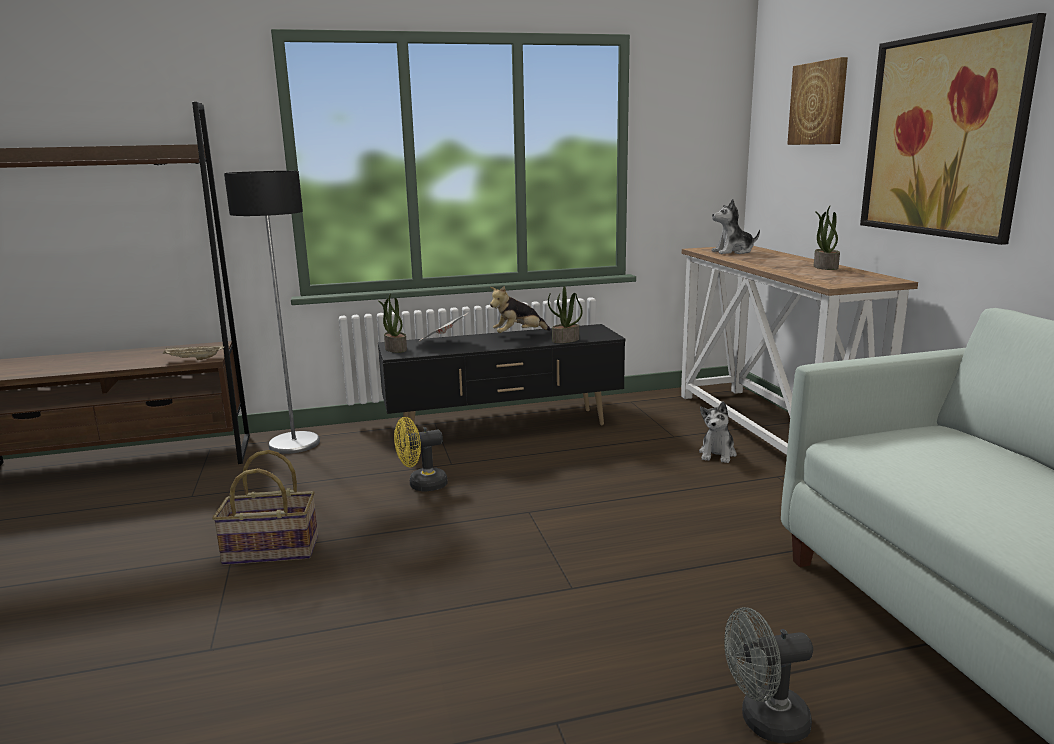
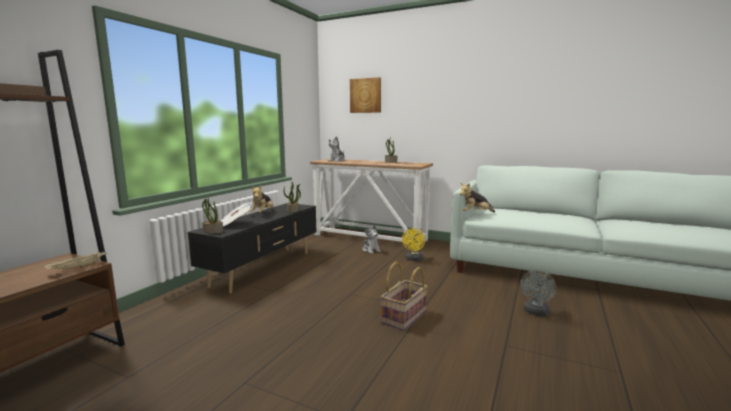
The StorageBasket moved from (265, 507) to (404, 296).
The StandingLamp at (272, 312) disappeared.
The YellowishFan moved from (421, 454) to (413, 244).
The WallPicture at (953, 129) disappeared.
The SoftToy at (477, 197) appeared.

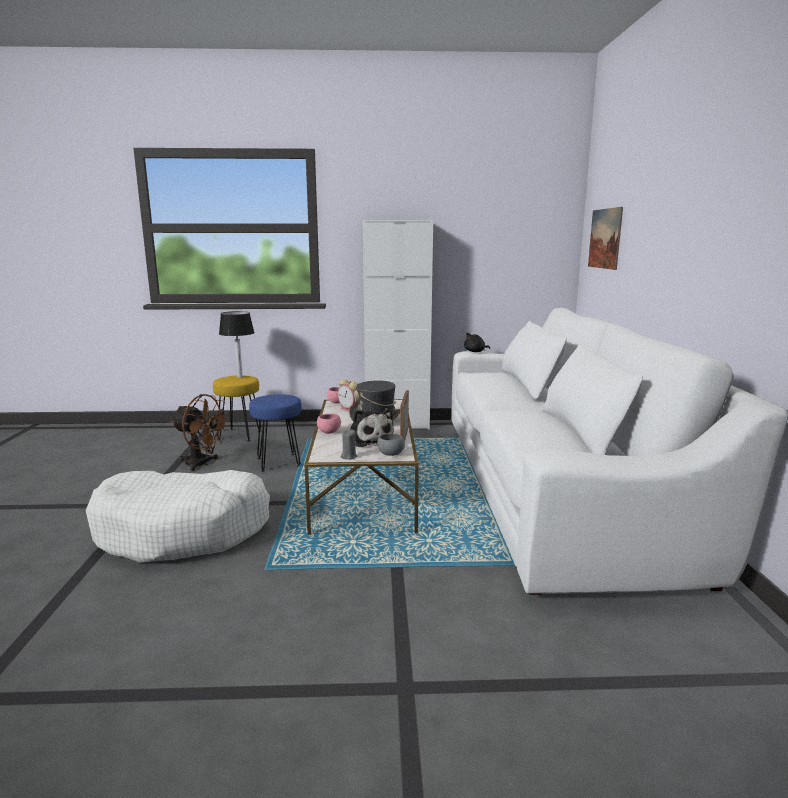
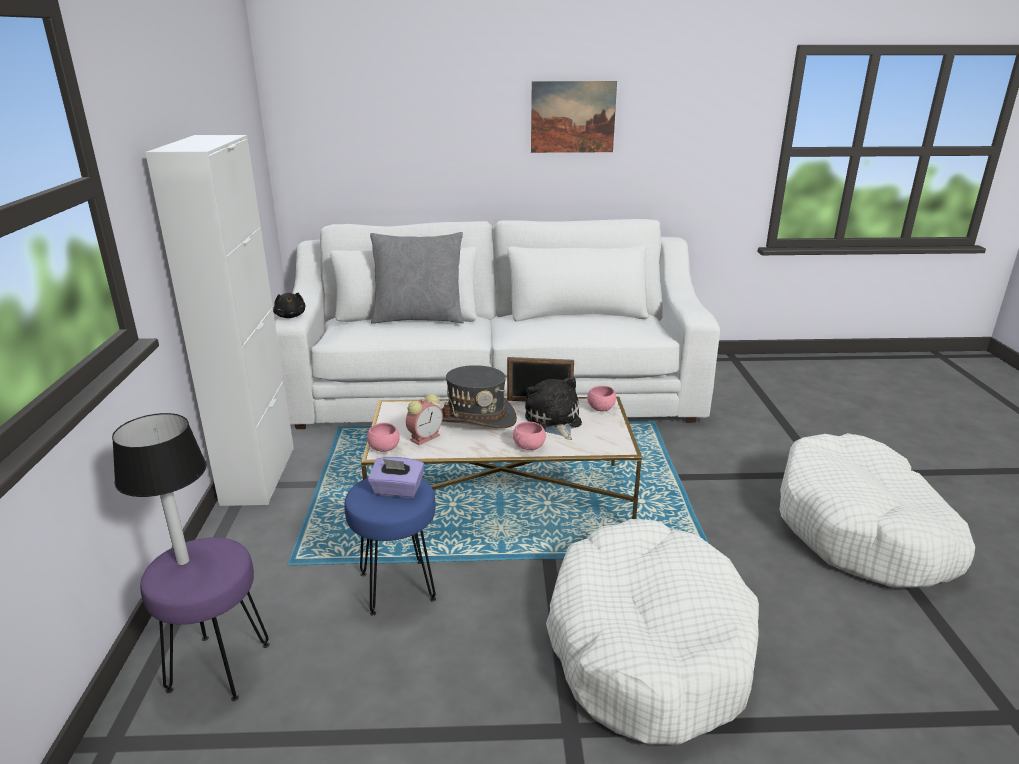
The BrownFan at (200, 432) disappeared.
The YellowishStool at (237, 409) became the PurpleColouredStool at (204, 619).
The GreyCandle at (349, 444) disappeared.
The SoftToy at (372, 428) turned 75 degrees counterclockwise.
The GreyServingBowl at (391, 444) became the PinkishServingBowl at (601, 399).
The WallPicture moved from (605, 238) to (574, 117).
The PurpleColouredTissueBox at (396, 477) appeared.
The GreyPillow at (417, 278) appeared.
The WhiteColouredDogBed at (877, 510) appeared.

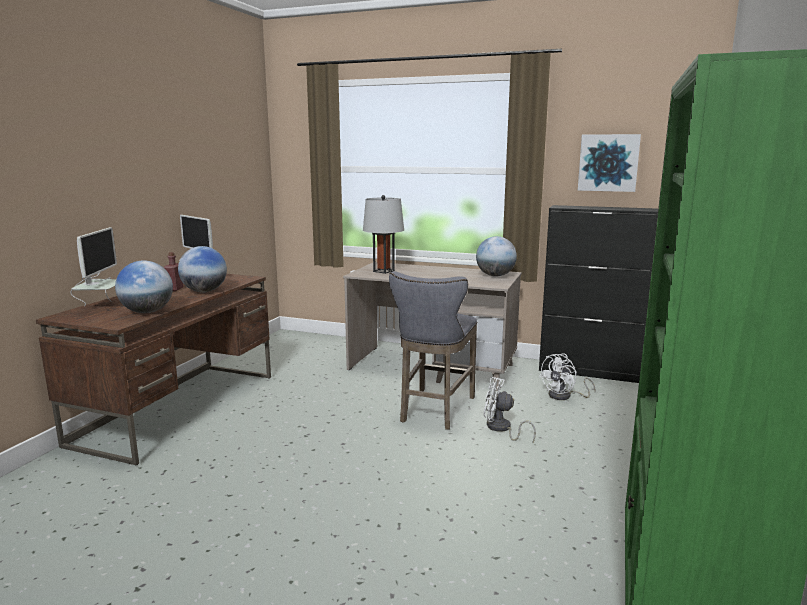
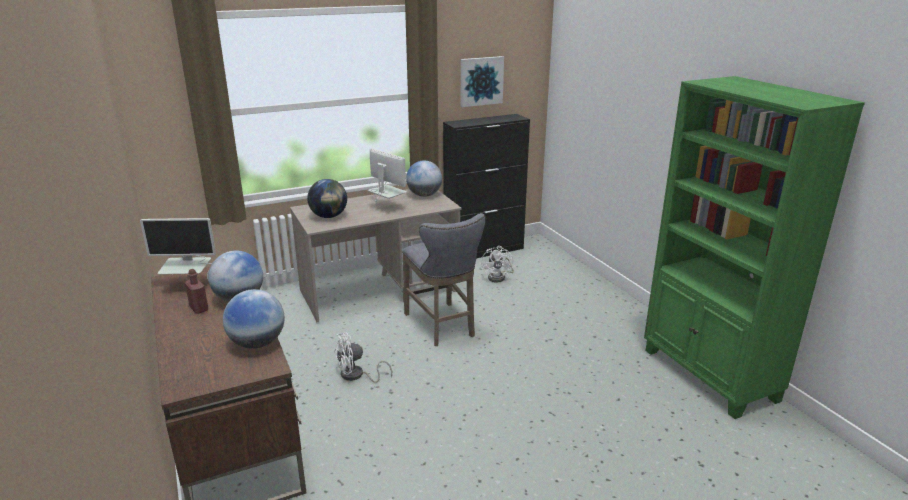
The Monitor moved from (94, 266) to (387, 179).
The GreyTabletopLamp at (383, 234) was replaced by the Globe at (327, 198).
The WhiteColouredFan moved from (510, 409) to (363, 358).

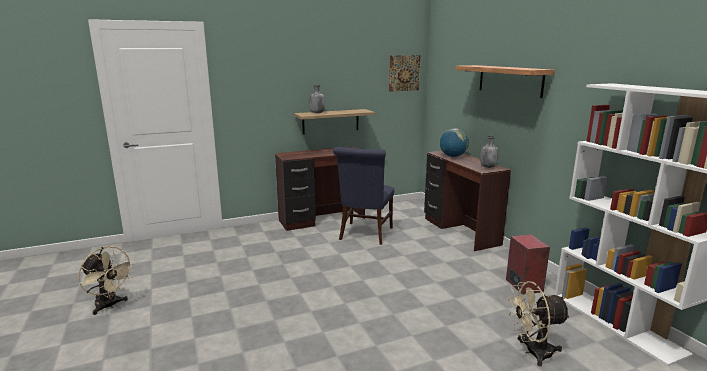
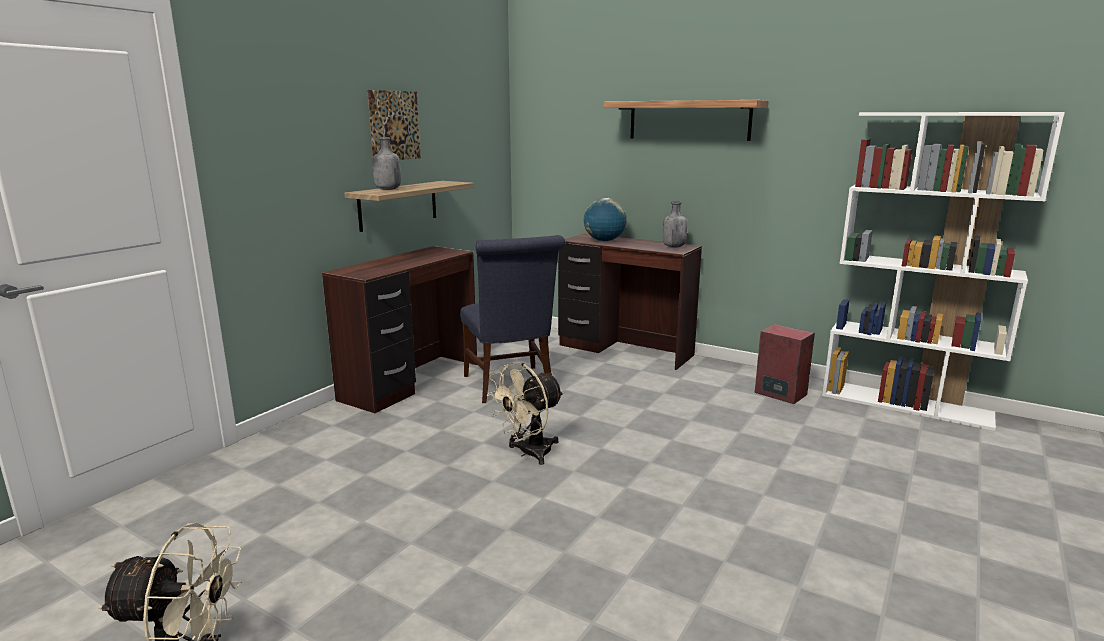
The WallPicture moved from (404, 73) to (394, 125).
The SandColouredFan moved from (539, 323) to (525, 413).

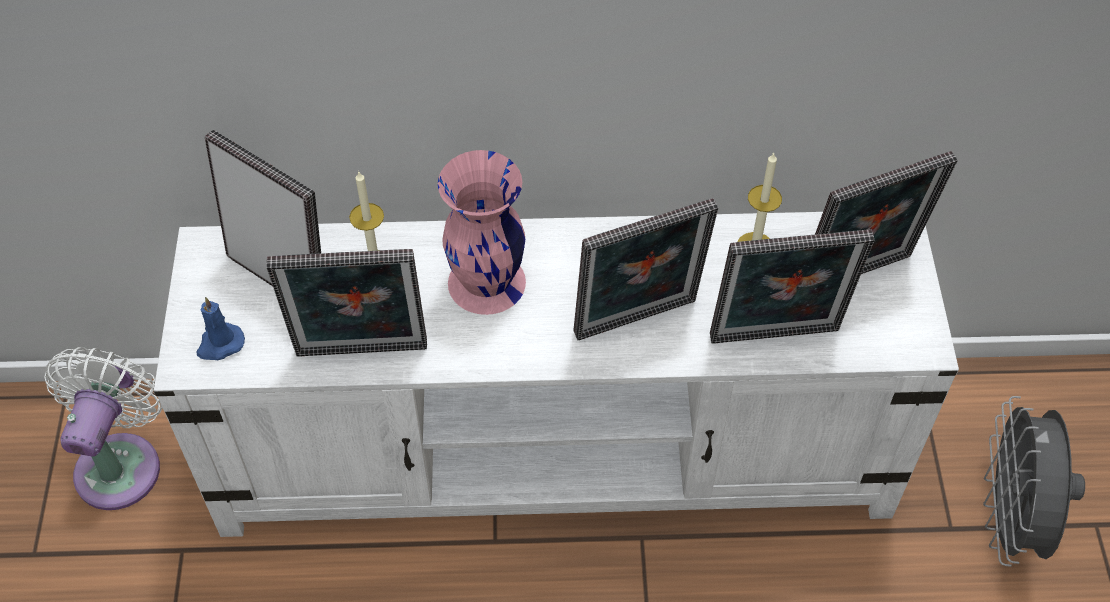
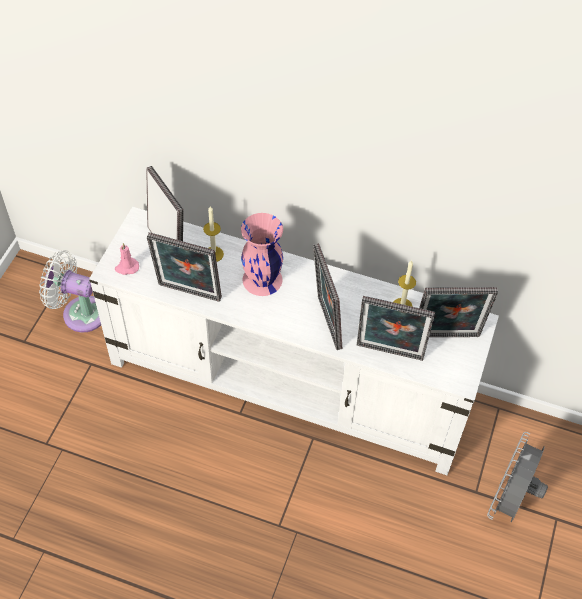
The WhiteColouredFan at (103, 428) turned 105 degrees counterclockwise.
The BluishCandle at (221, 328) became the PinkishCandle at (127, 259).
The PhotoFrame at (646, 269) turned 75 degrees clockwise.

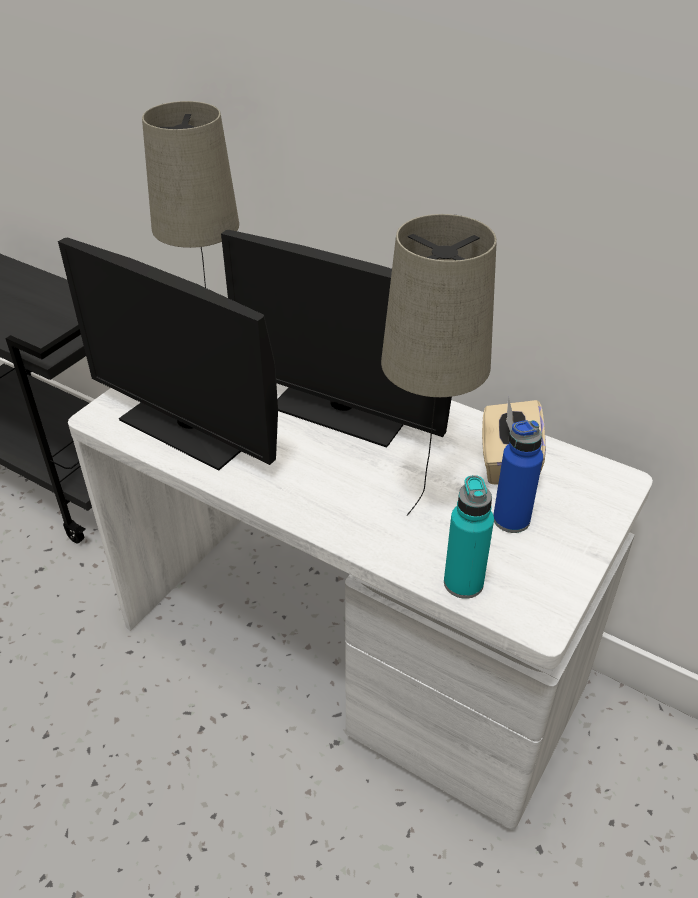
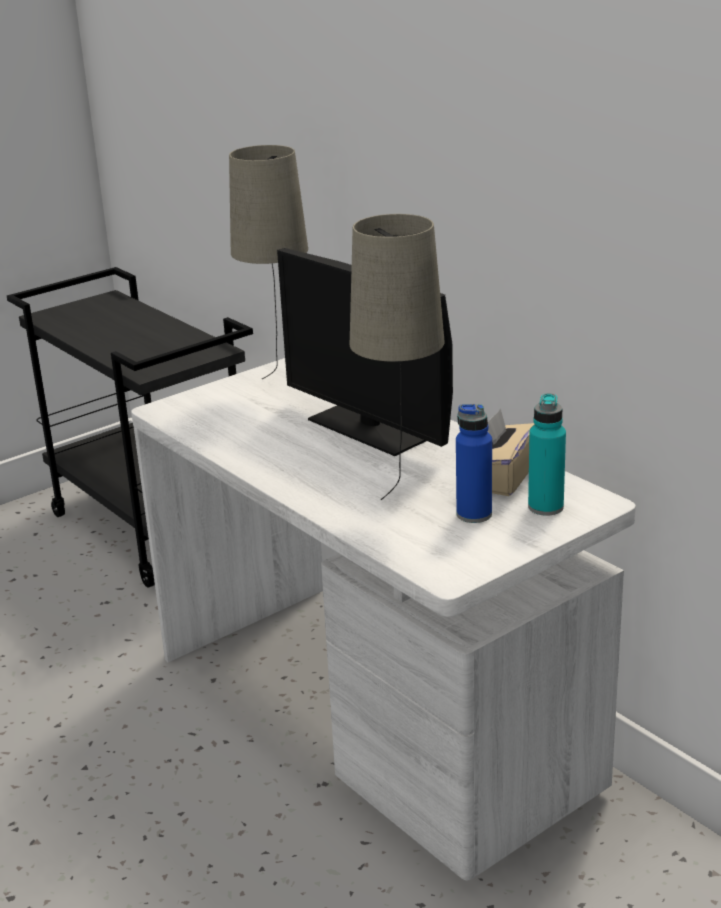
The Monitor at (168, 353) disappeared.
The TurquoiseDrinkBottle moved from (469, 537) to (547, 454).

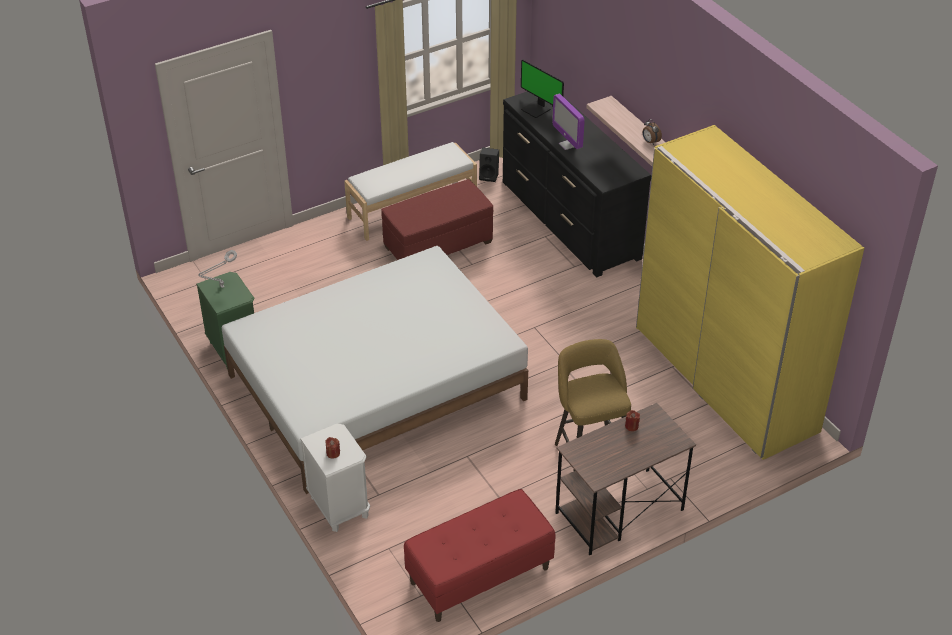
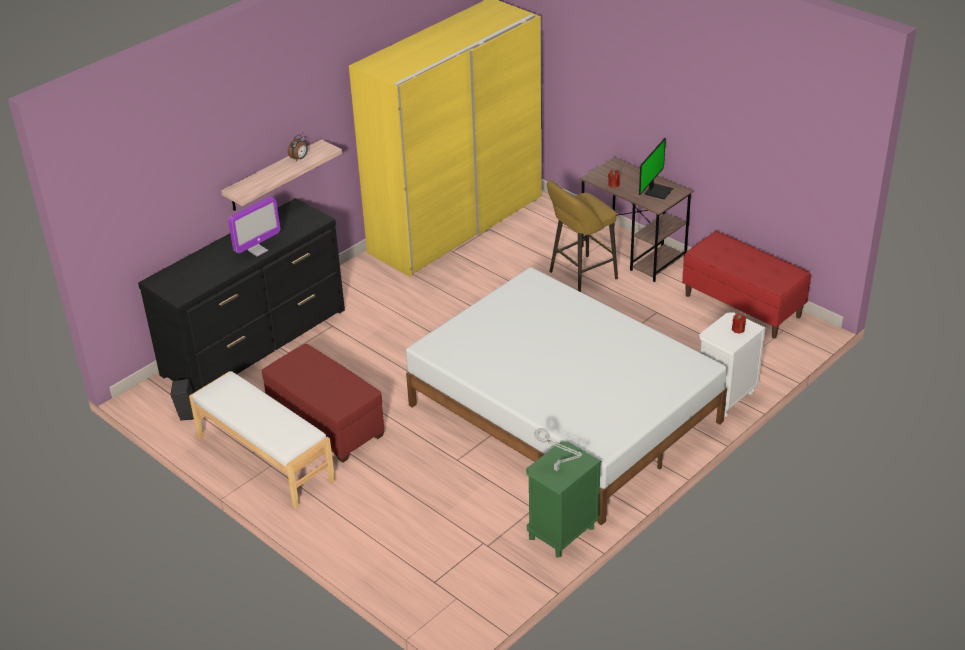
The Monitor moved from (542, 89) to (656, 168).

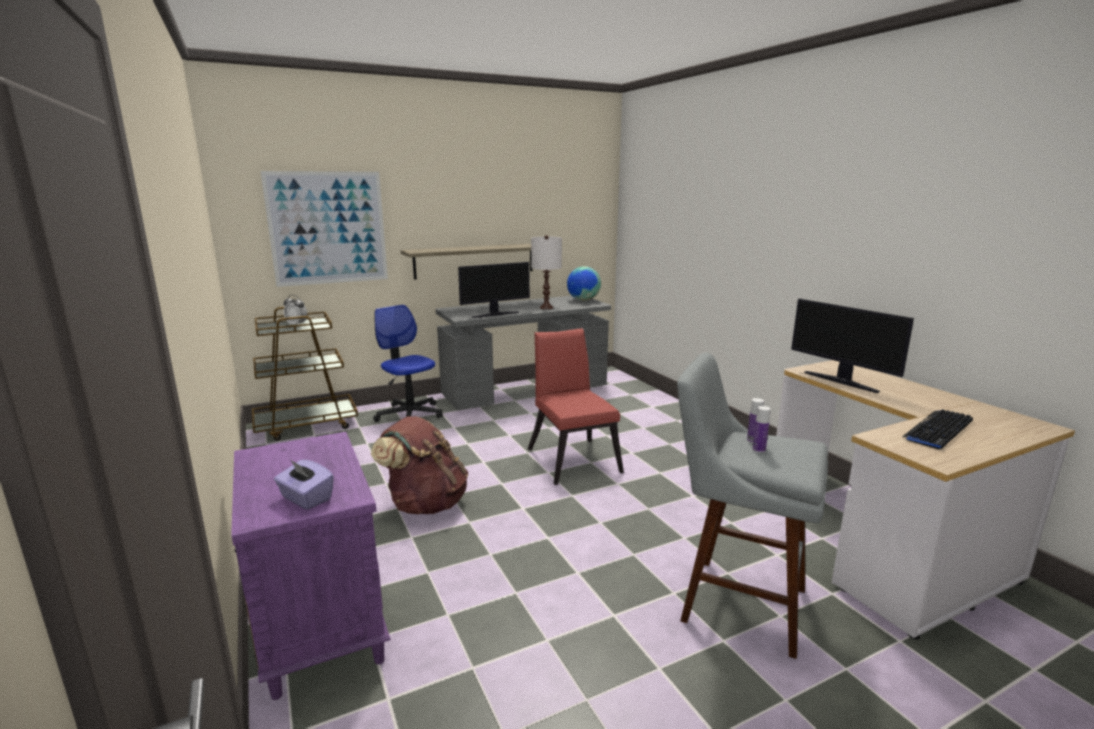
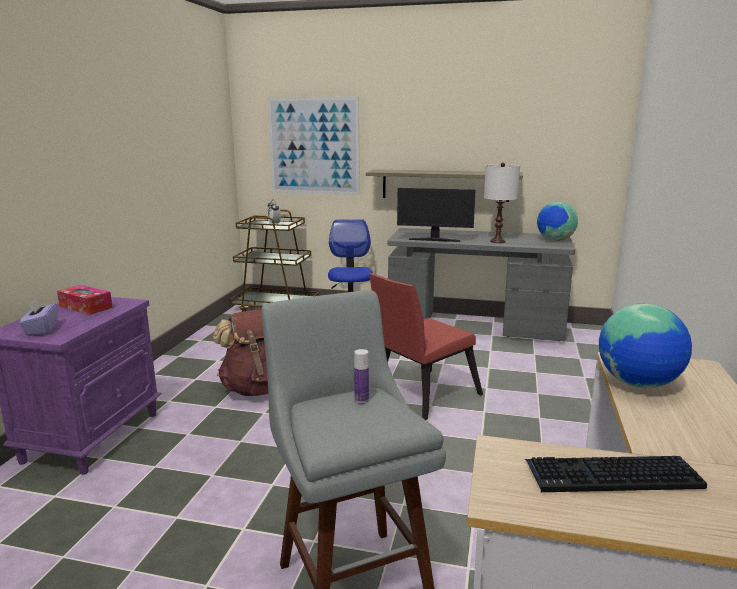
The RedColouredUprightChair at (576, 406) turned 150 degrees counterclockwise.
The DrinkBottle at (762, 429) disappeared.
The Monitor at (852, 346) was replaced by the Globe at (645, 346).
The TissueBox at (85, 300) appeared.

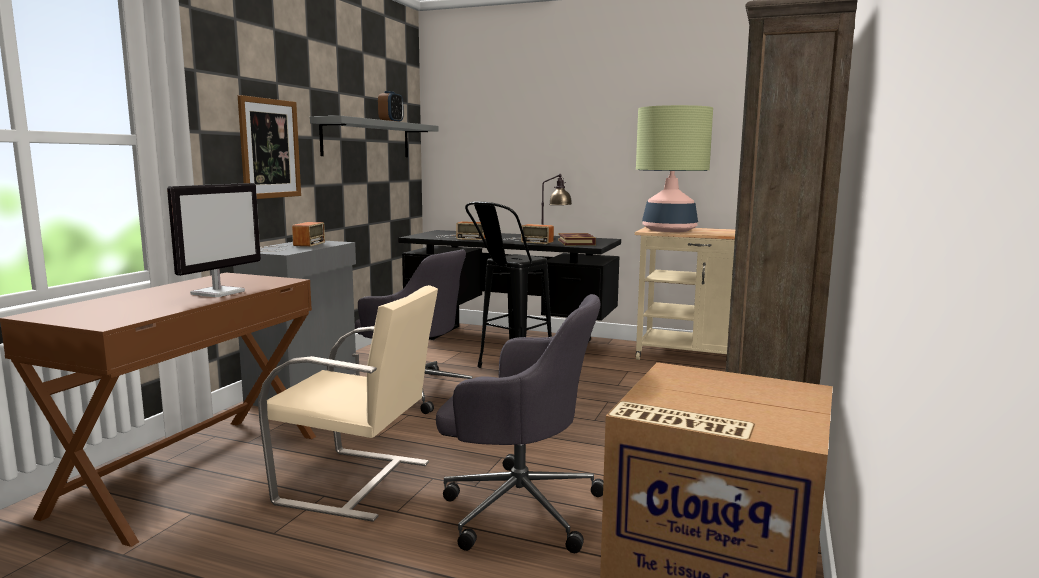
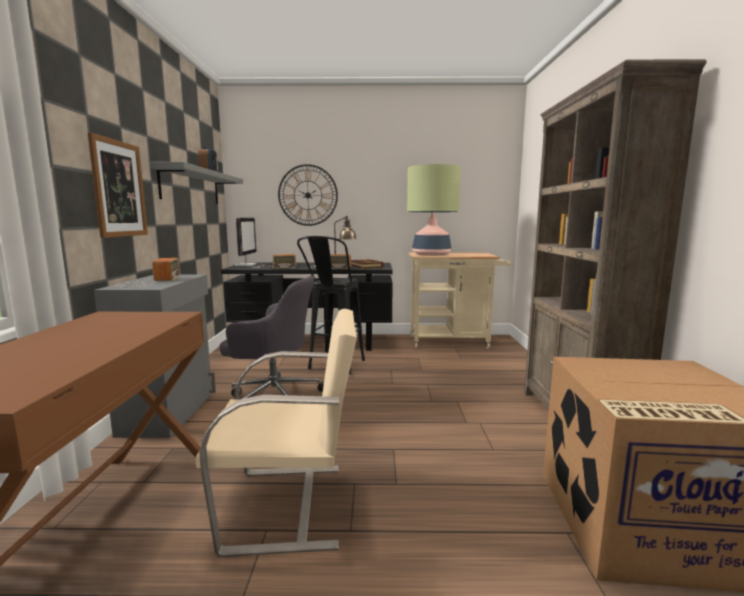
The Monitor moved from (214, 240) to (246, 242).
The GreyDeskChair at (519, 423) disappeared.
The WallClock at (308, 195) appeared.

